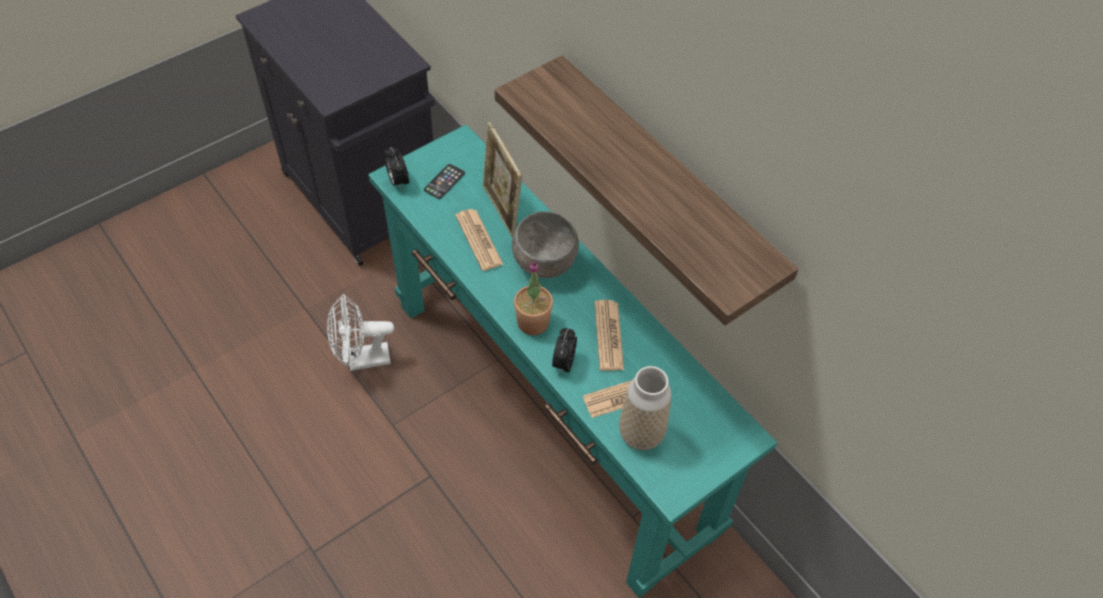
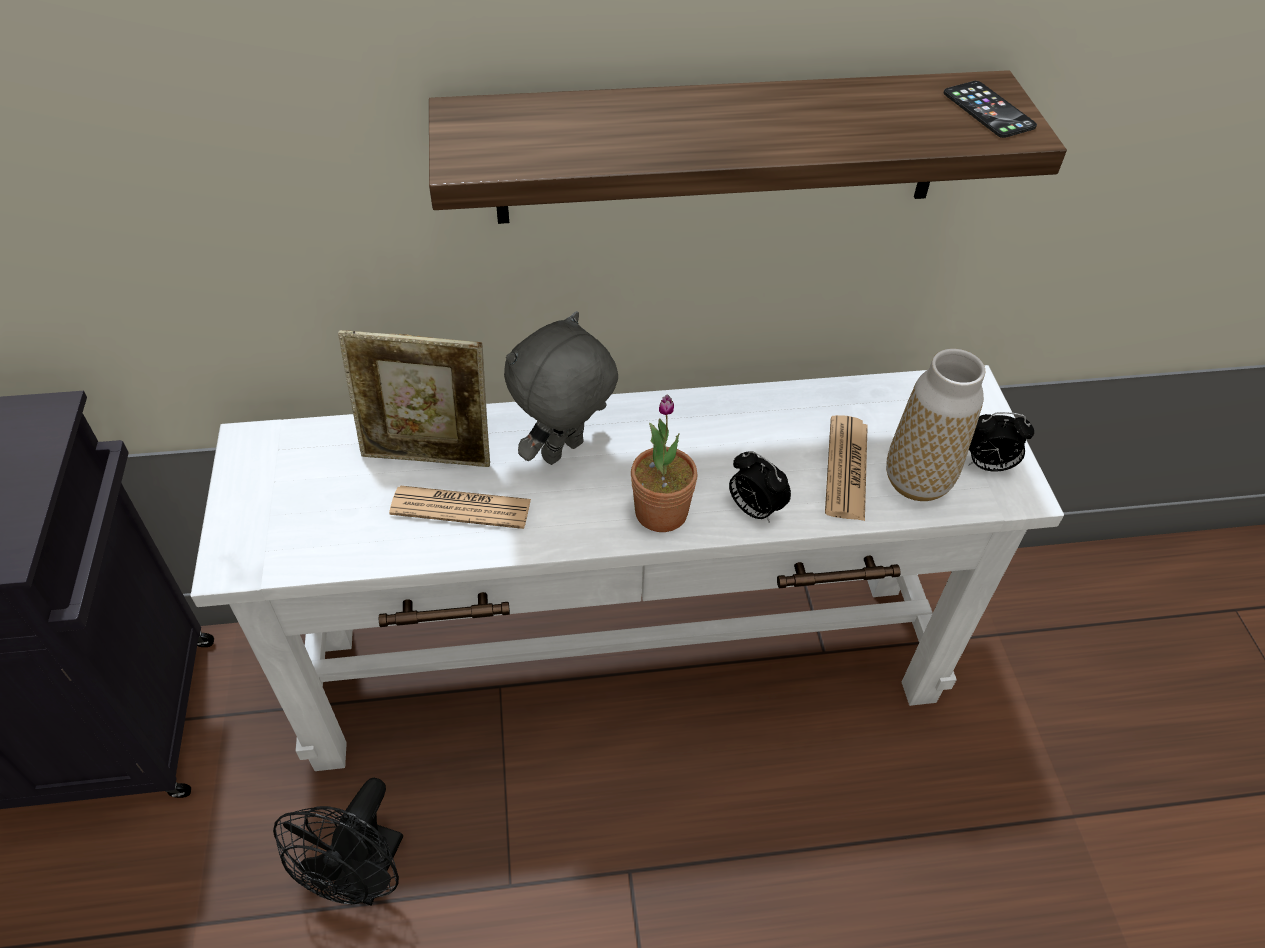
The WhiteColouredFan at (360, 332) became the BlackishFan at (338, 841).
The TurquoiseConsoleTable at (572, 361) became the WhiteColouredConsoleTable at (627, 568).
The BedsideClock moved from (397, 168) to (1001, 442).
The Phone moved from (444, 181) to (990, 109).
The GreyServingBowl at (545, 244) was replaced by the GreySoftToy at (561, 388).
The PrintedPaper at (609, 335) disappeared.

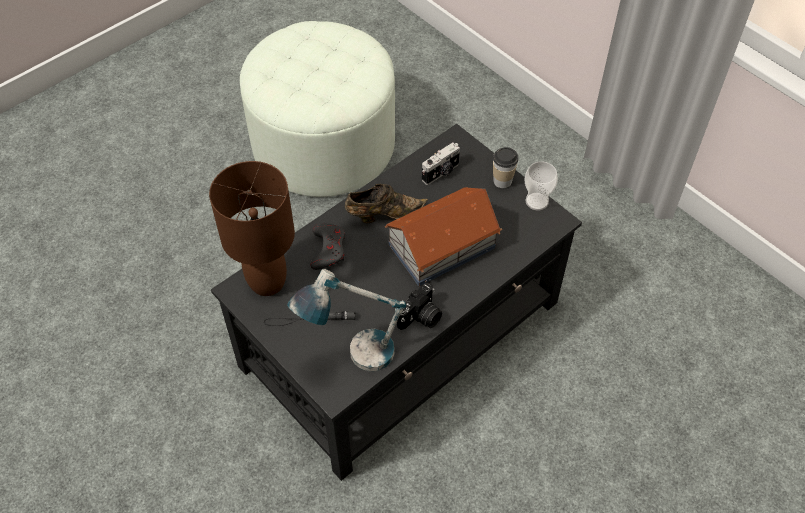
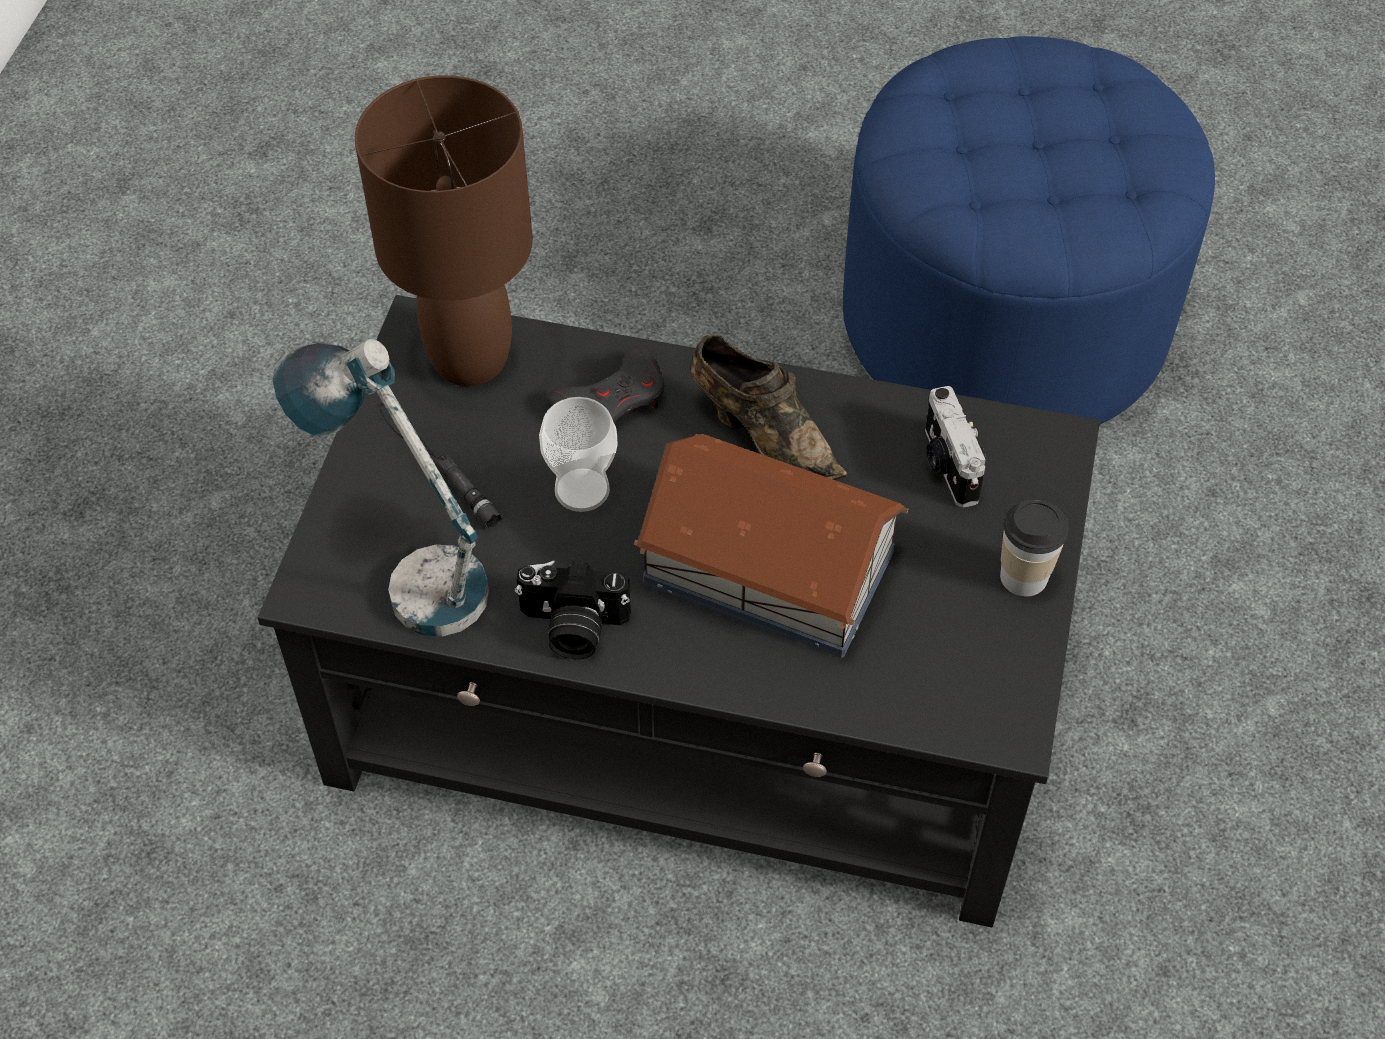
The WhiteColouredOttoman at (317, 109) became the BluishOttoman at (1029, 230).
The StillCamera at (441, 164) turned 60 degrees clockwise.
The SmallCup moved from (541, 185) to (578, 454).

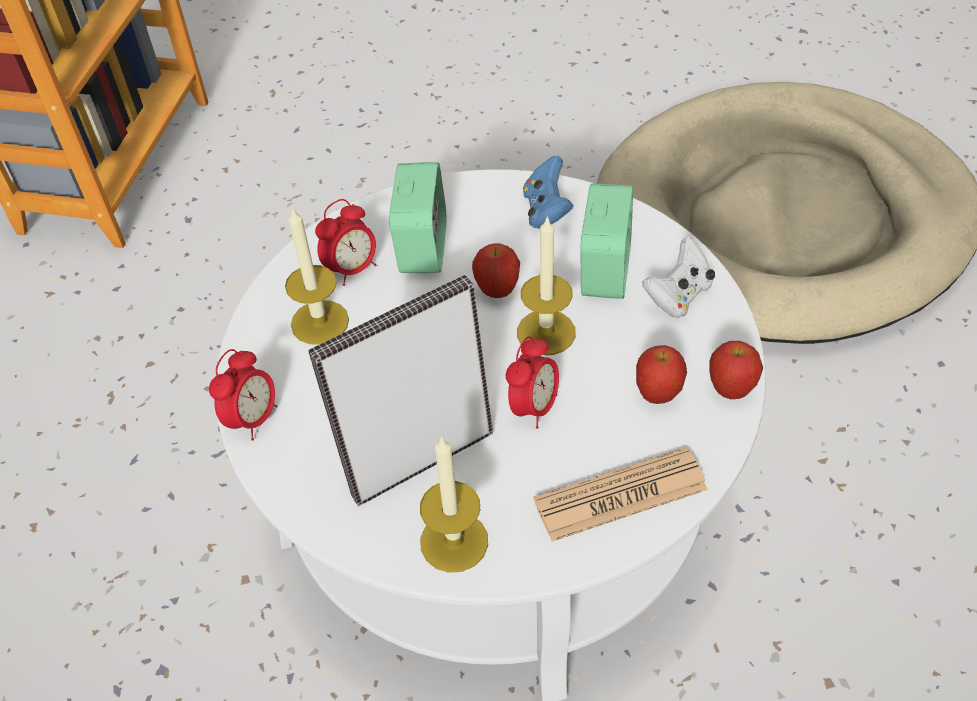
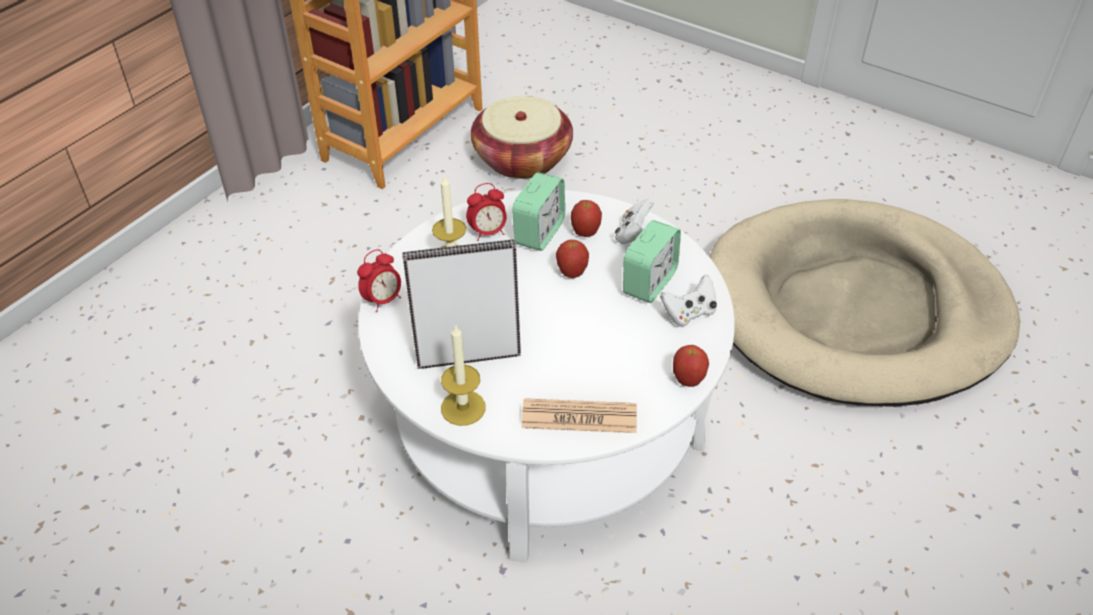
The BedsideClock at (532, 382) disappeared.
The Candle at (546, 285) disappeared.
The BluishGamepad at (548, 192) became the WhiteColouredGamepad at (634, 221).
The AppleFruit moved from (661, 374) to (586, 218).
The StorageBasket at (522, 137) appeared.

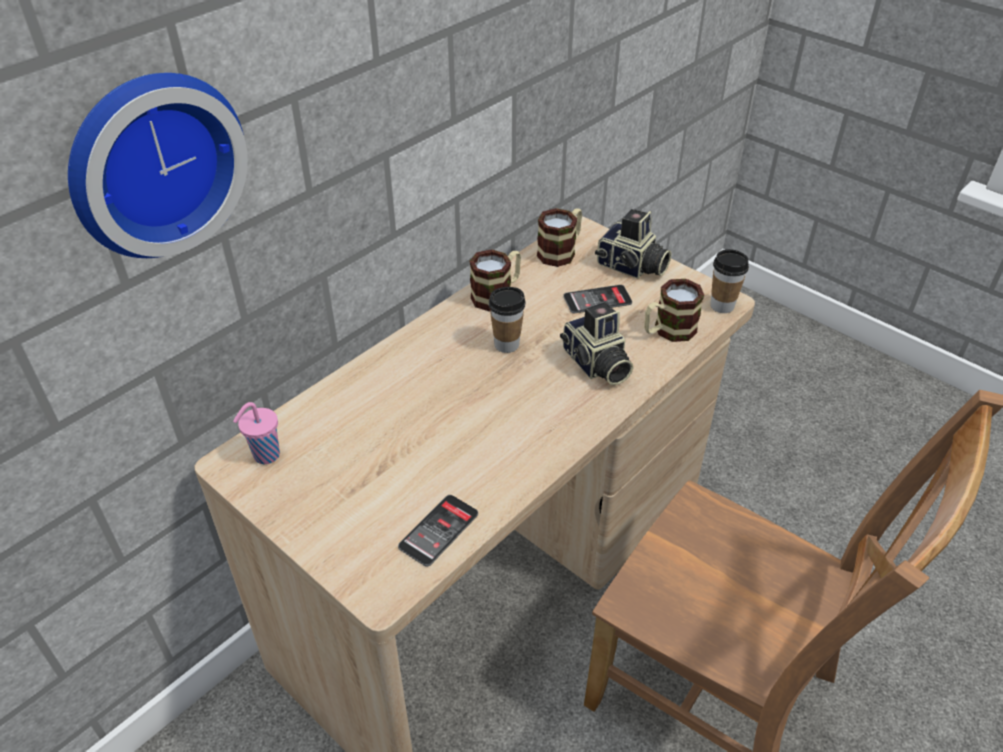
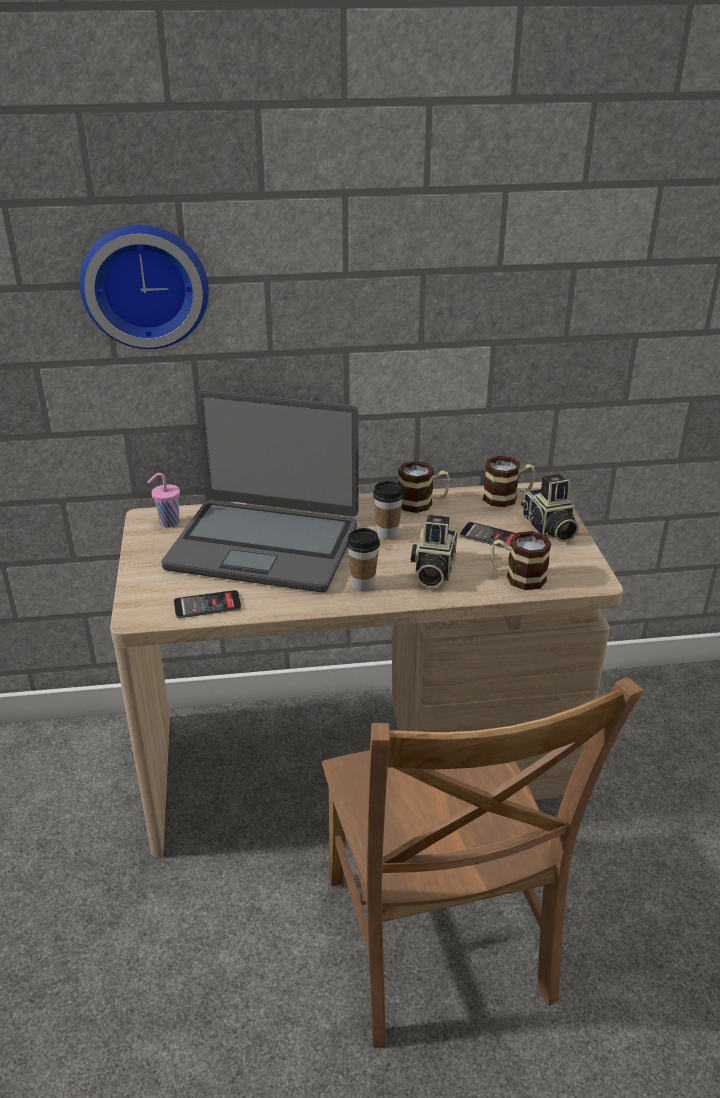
The SmallCup moved from (729, 281) to (363, 559).
The PortableComputer at (259, 491) appeared.

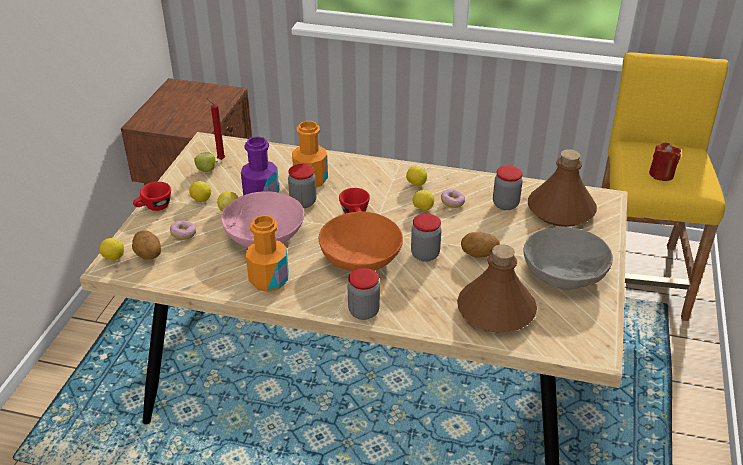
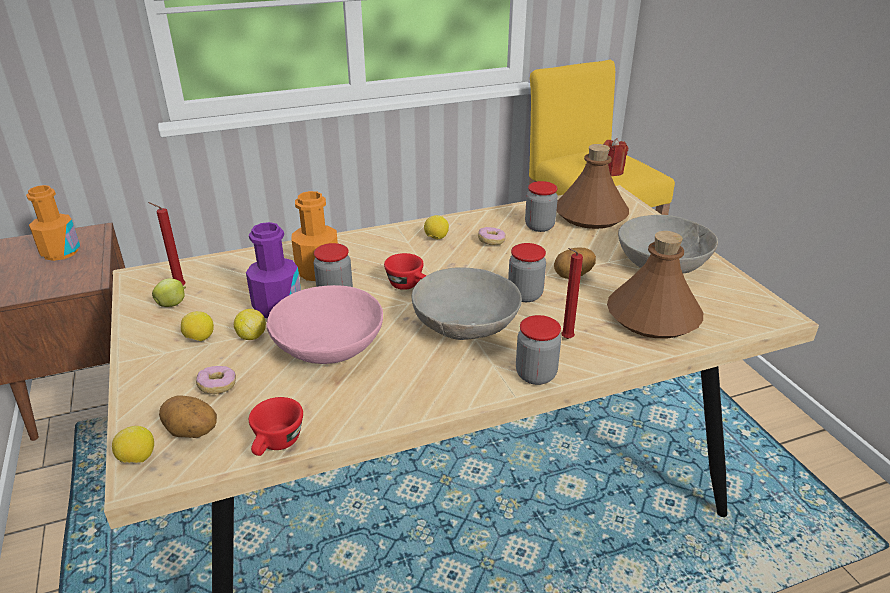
The RedColouredSmallCup moved from (152, 196) to (276, 426).
The OrangeyDrinkBottle moved from (267, 253) to (53, 223).
The OrangeyServingBowl at (361, 241) became the GreyServingBowl at (467, 304).
The WholeLemon at (423, 200) disappeared.
The RedColouredCandle at (572, 293) appeared.

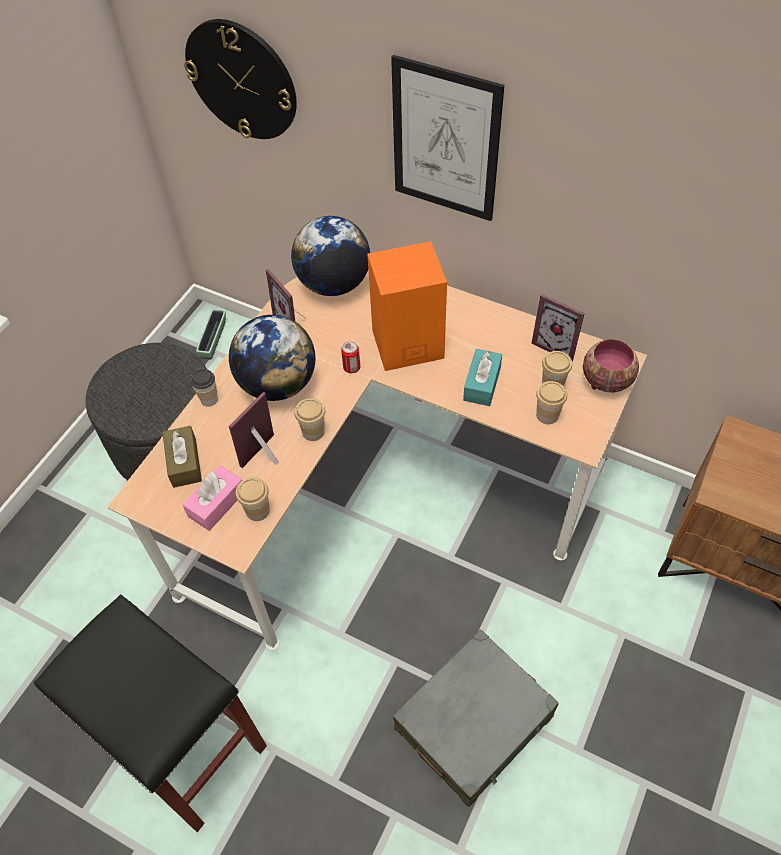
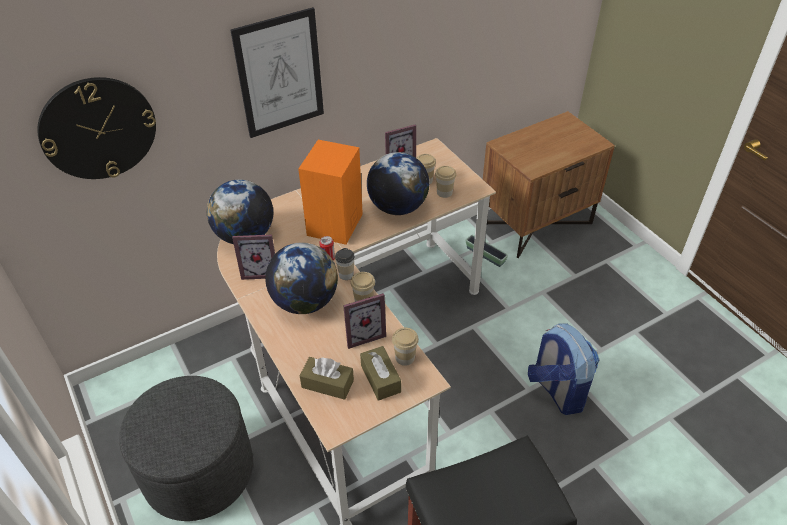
The PinkishTissueBox at (212, 498) became the BrownTissueBox at (380, 373).
The SmallCup moved from (204, 388) to (344, 264).
The FlowerPot moved from (211, 334) to (486, 250).
The PhotoFrame at (253, 430) turned 90 degrees counterclockwise.
The GreyPieceOfLuggage at (476, 718) was replaced by the Backpack at (563, 369).
The TurquoiseTissueBox at (482, 377) was replaced by the Globe at (398, 183).
The ServingBowl at (611, 365) disappeared.

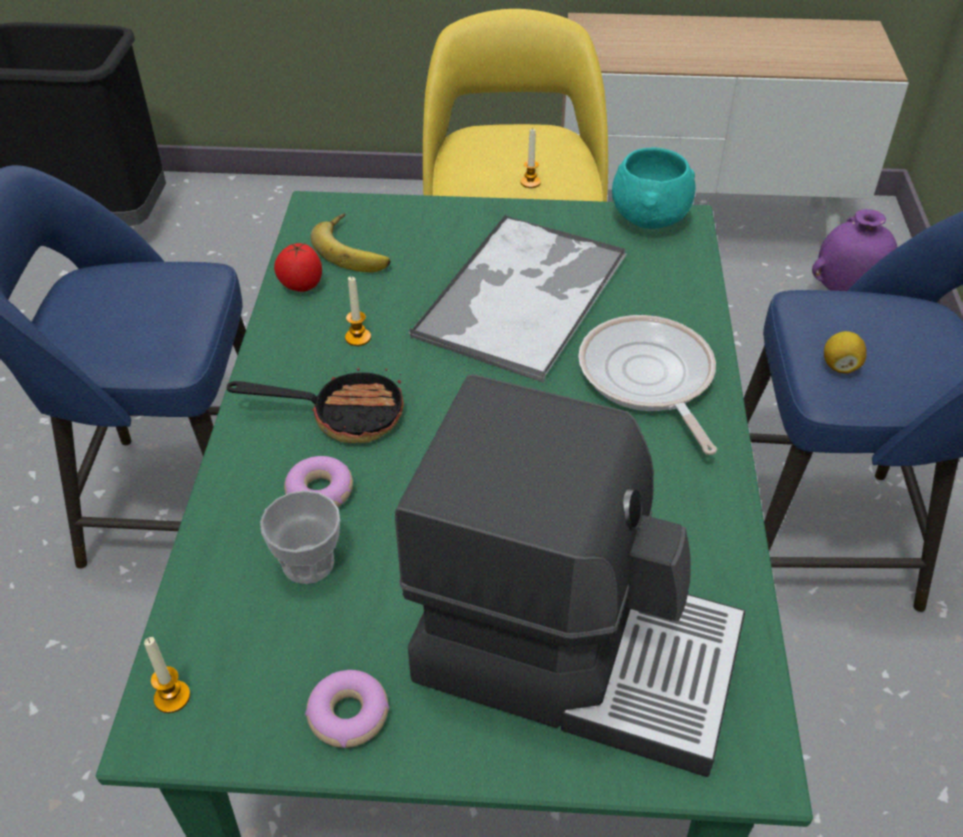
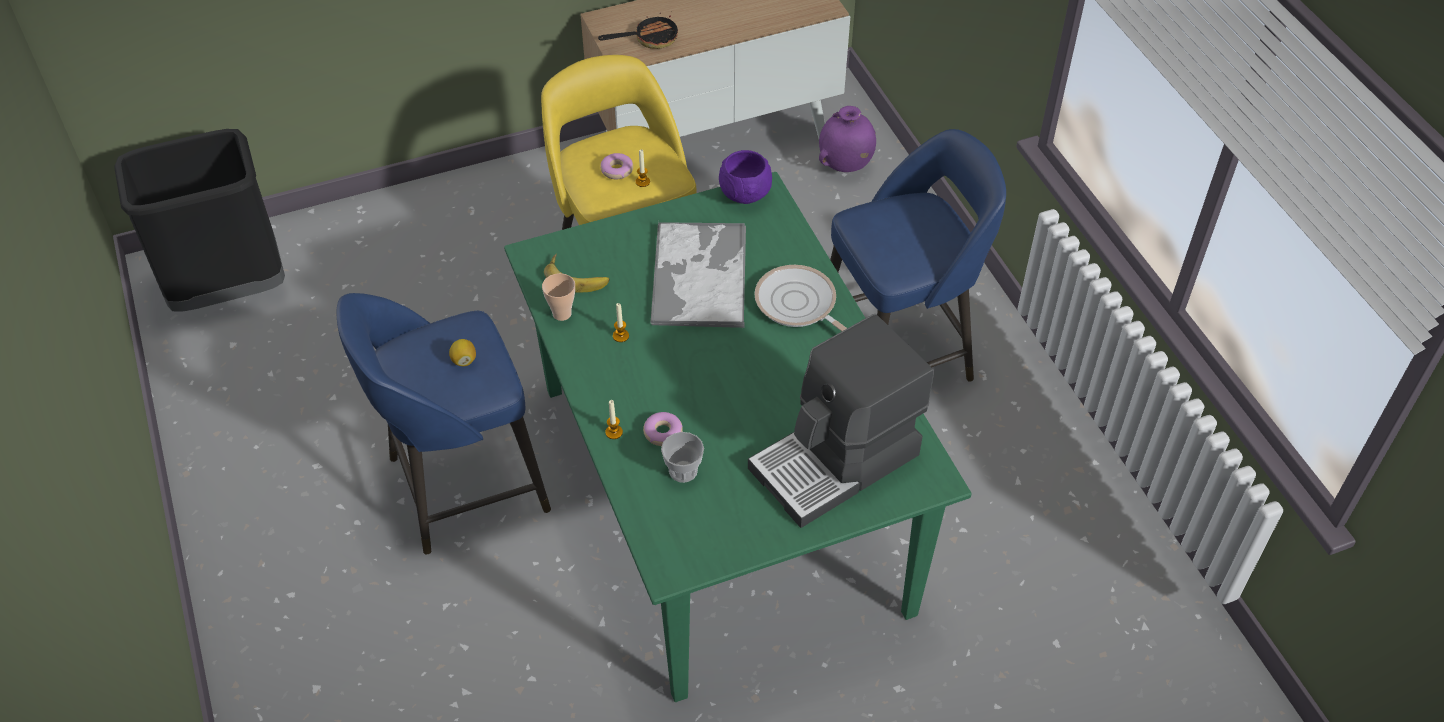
The Candle moved from (167, 675) to (614, 419).
The FryingPan moved from (315, 405) to (638, 31).
The Tomato at (298, 267) was replaced by the SmallCup at (558, 297).
The Donut moved from (347, 709) to (616, 166).
The CoffeeMachine at (570, 576) turned 150 degrees clockwise.
The TurquoiseServingBowl at (653, 188) became the PurpleColouredServingBowl at (745, 177).
The WholeLemon moved from (845, 352) to (462, 352).

